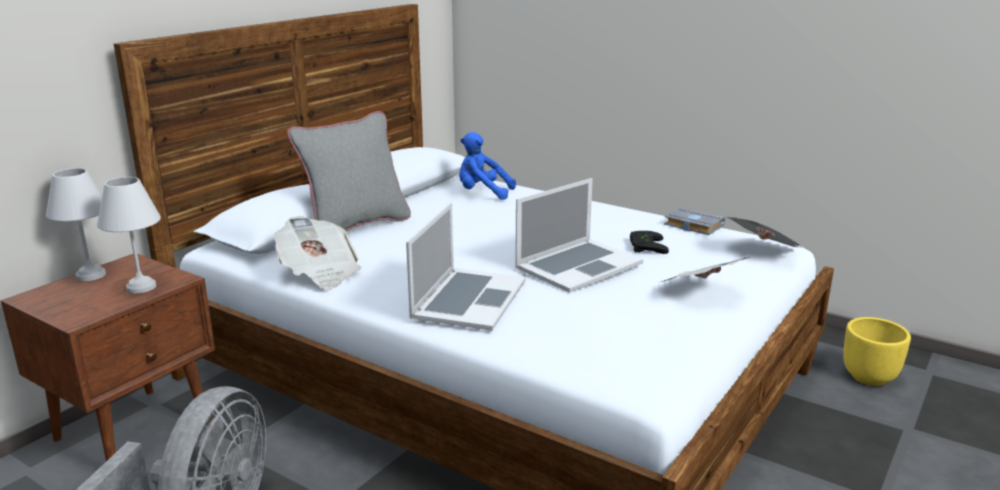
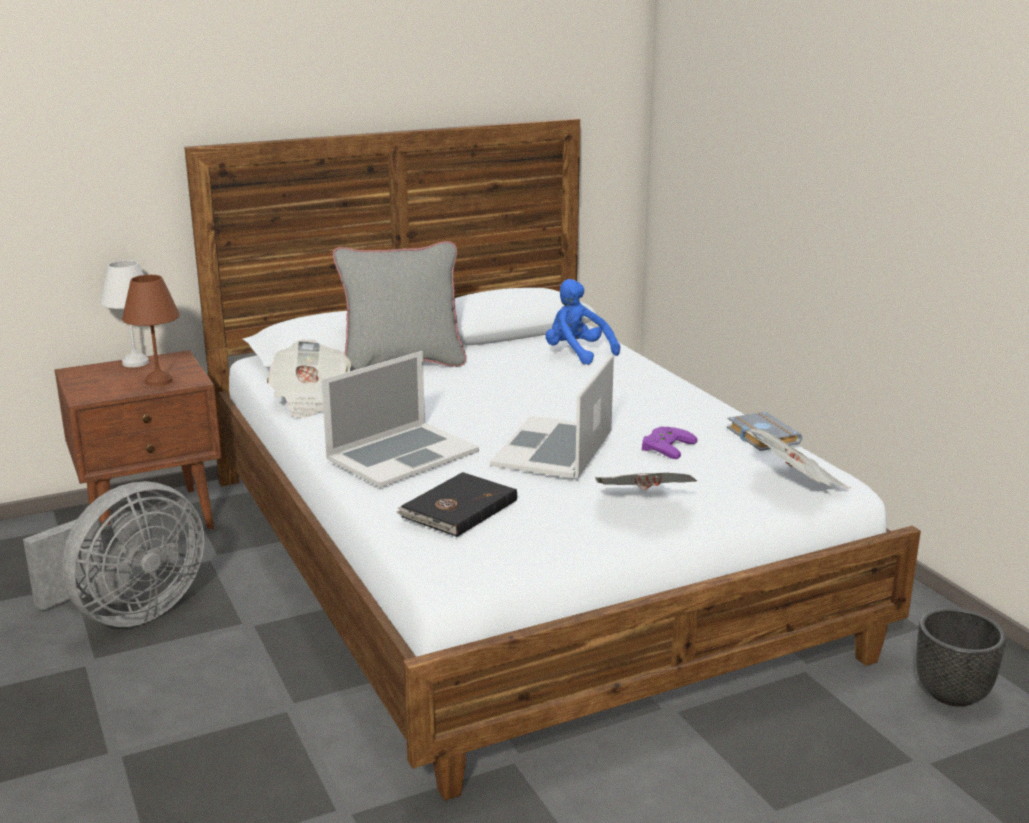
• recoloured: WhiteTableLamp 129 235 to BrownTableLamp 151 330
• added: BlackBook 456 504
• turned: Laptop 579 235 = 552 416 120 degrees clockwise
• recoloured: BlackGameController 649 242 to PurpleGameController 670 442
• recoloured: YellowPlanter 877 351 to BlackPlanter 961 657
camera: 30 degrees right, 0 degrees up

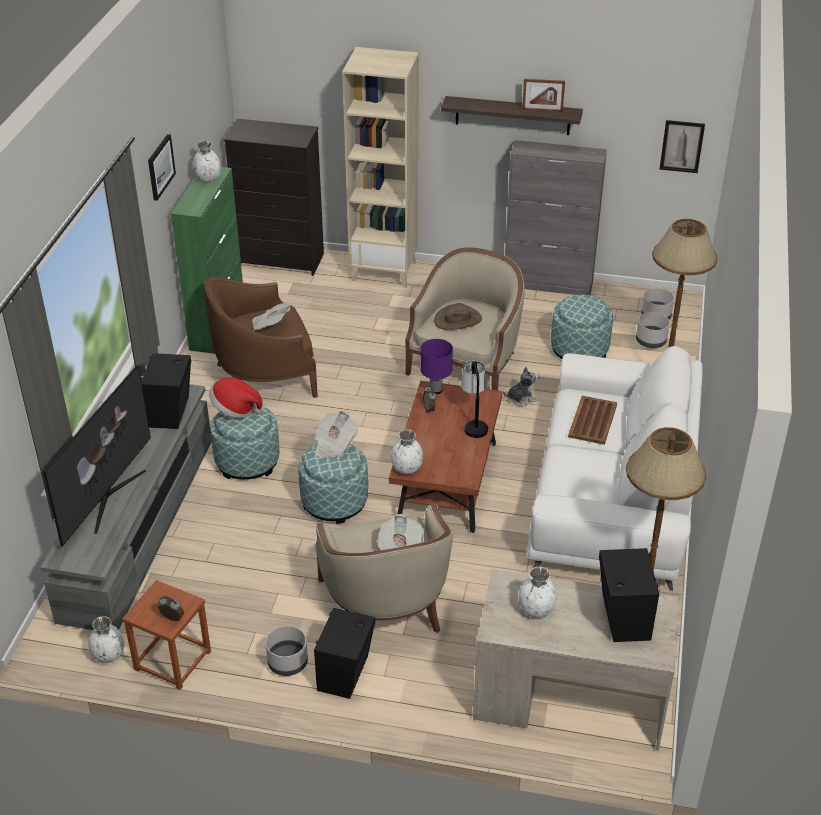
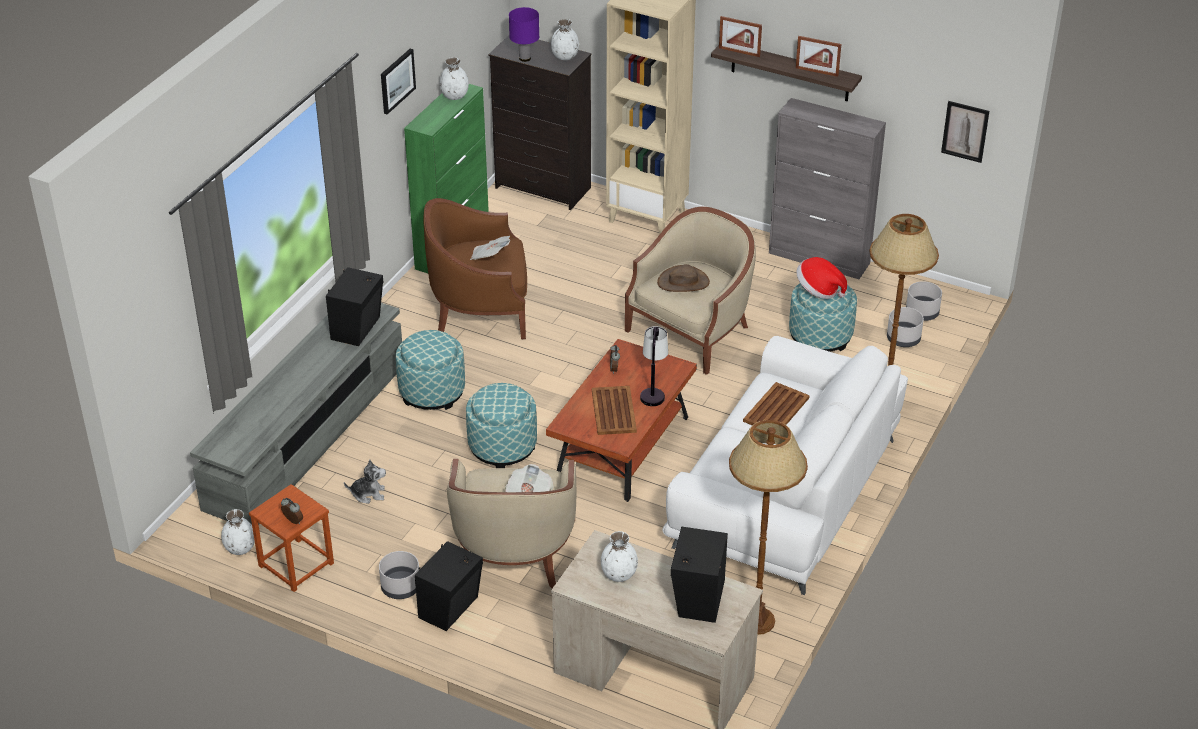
• moved: PlushToy 521 386 to 365 482
• moved: PurpleTableLamp 436 366 to 524 34
• moved: WhiteVase 407 452 to 565 39
• added: BrownTray 614 410
• added: PictureFrame 740 36
• moved: Hat 235 397 to 822 278
• removed: Television 97 456
• removed: Newspaper 336 434
camera: 15 degrees right, 0 degrees up

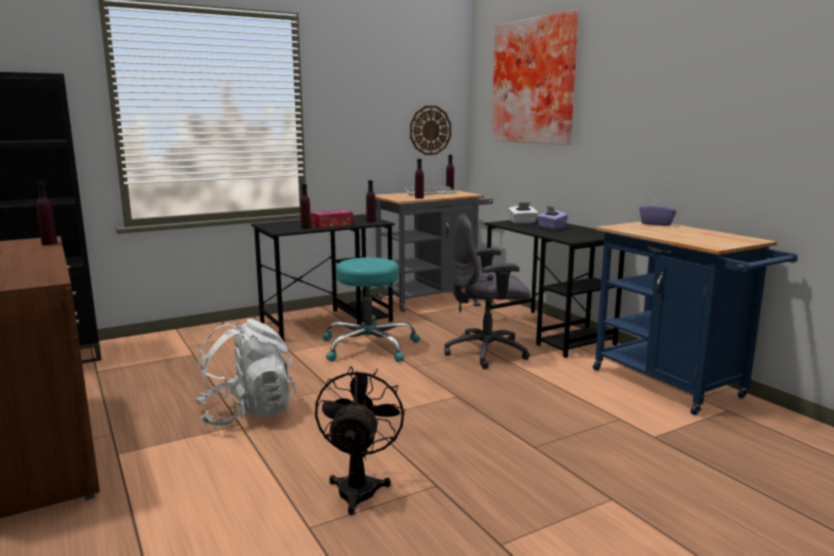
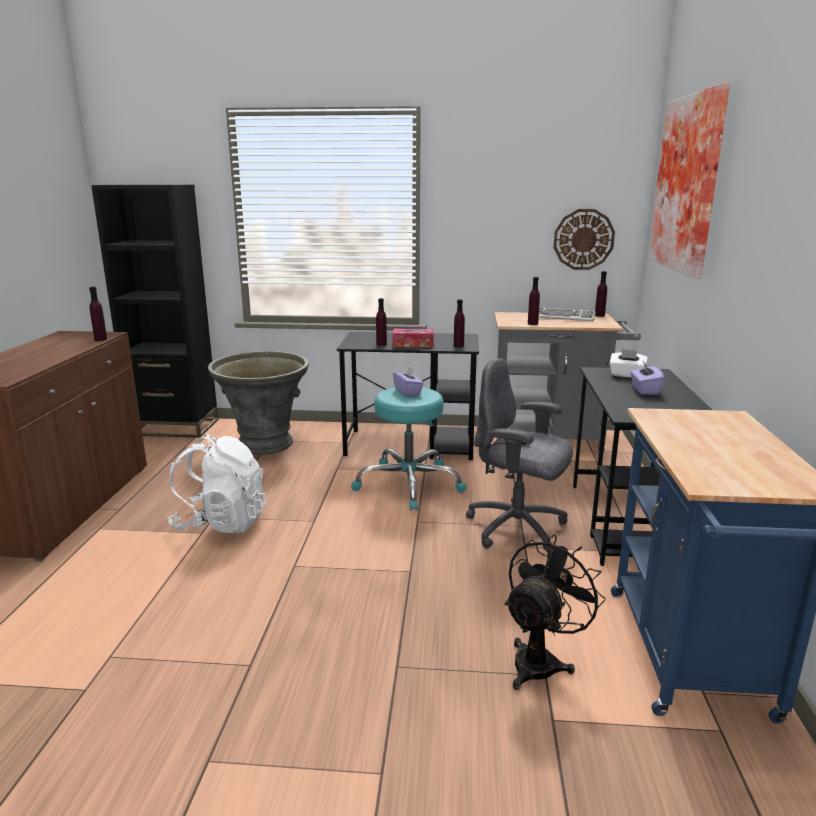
• added: GreyPlanter 258 403
• moved: PurpleTissueBox 657 212 to 408 382
• moved: BlackFan 360 440 to 555 612
camera: 35 degrees right, 5 degrees up

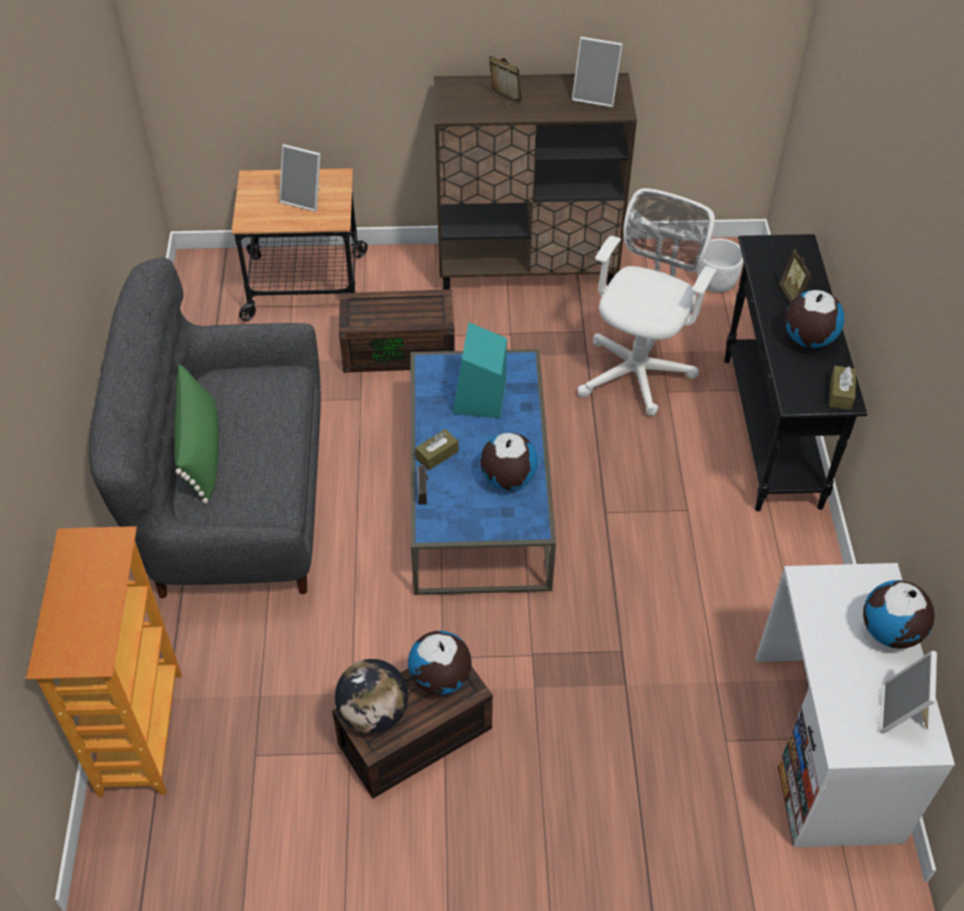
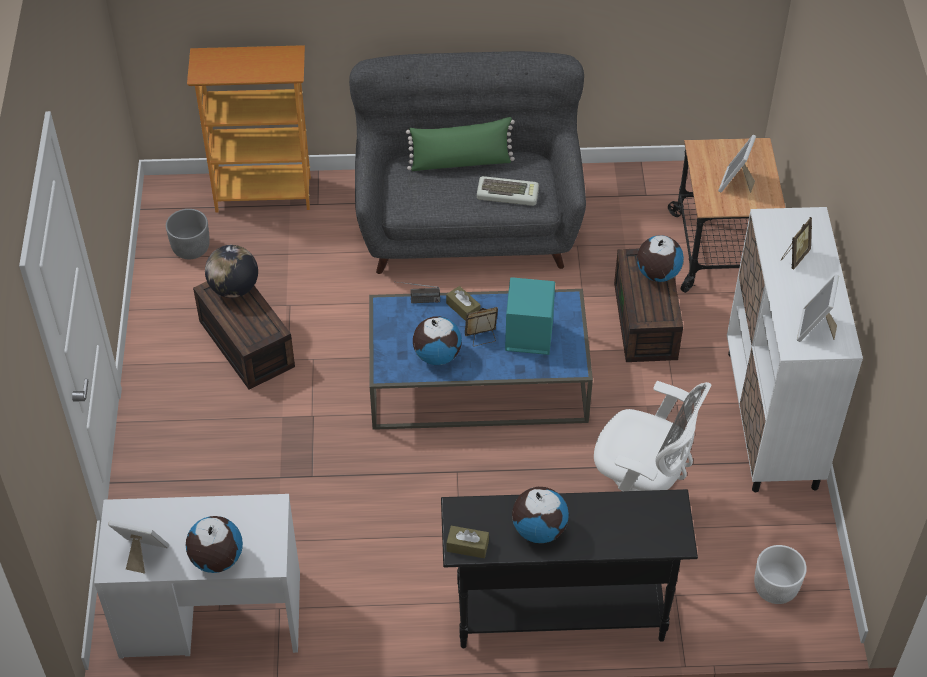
• added: GreyPlanter 188 234
• moved: PictureFrame 795 276 to 481 326
• added: Keyboard 508 191
• moved: Globe 440 663 to 660 258
• recoloured: BrownCabinet 535 181 to WhiteCabinet 795 349
camera: 90 degrees right, 0 degrees up

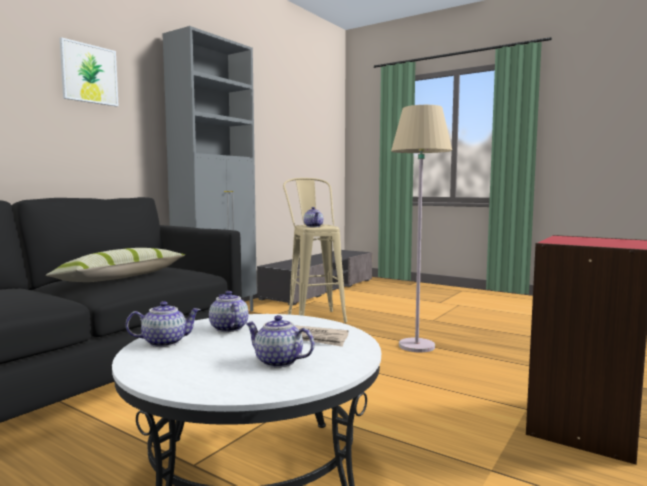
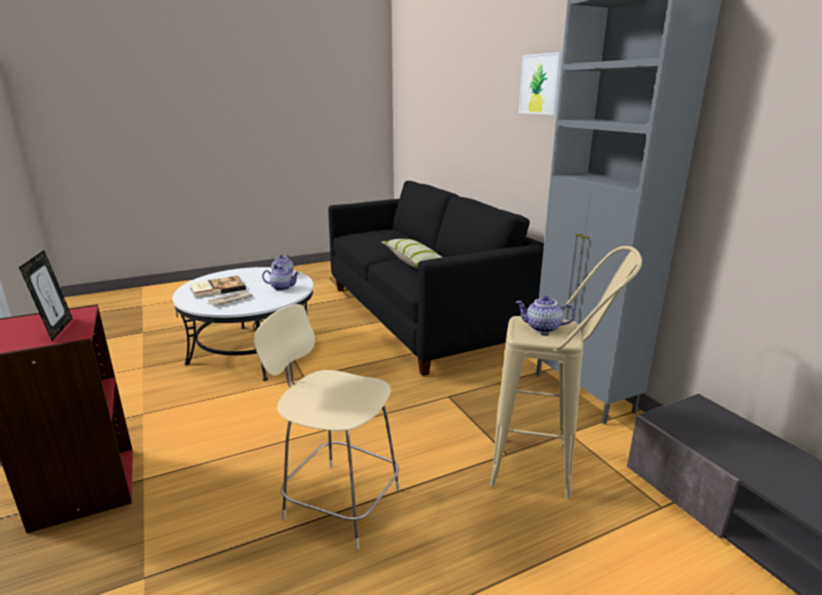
• added: PictureFrame 46 295
• replaced: Teapot 279 341 to Book 218 287
• replaced: BeigeFloorLamp 421 229 to BeigeStool 327 427
camera: 120 degrees right, 15 degrees up

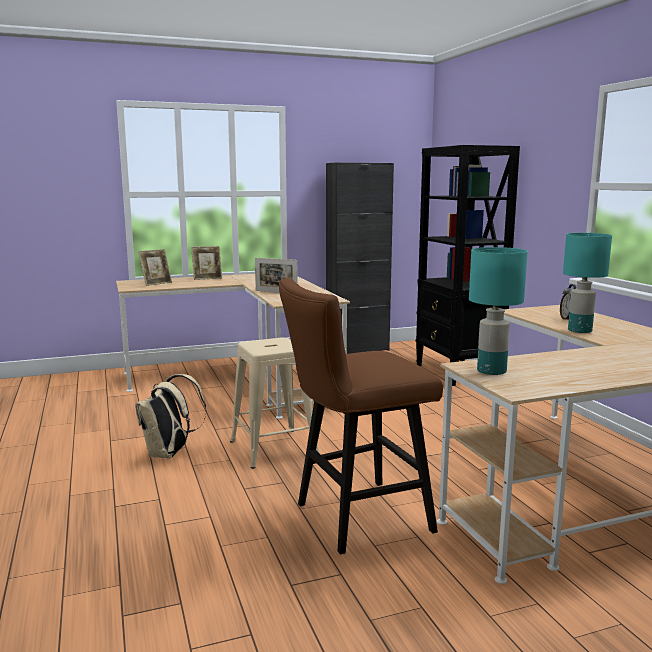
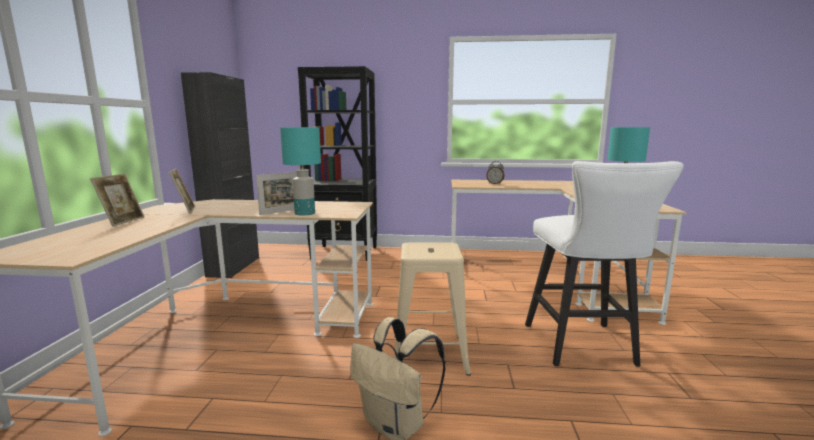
• moved: PictureFrame 155 267 to 182 191
• moved: TurquoiseTableLamp 587 283 to 300 171
• recoloured: BrownStool 361 416 to WhiteStool 604 264
camera: 65 degrees left, 0 degrees up

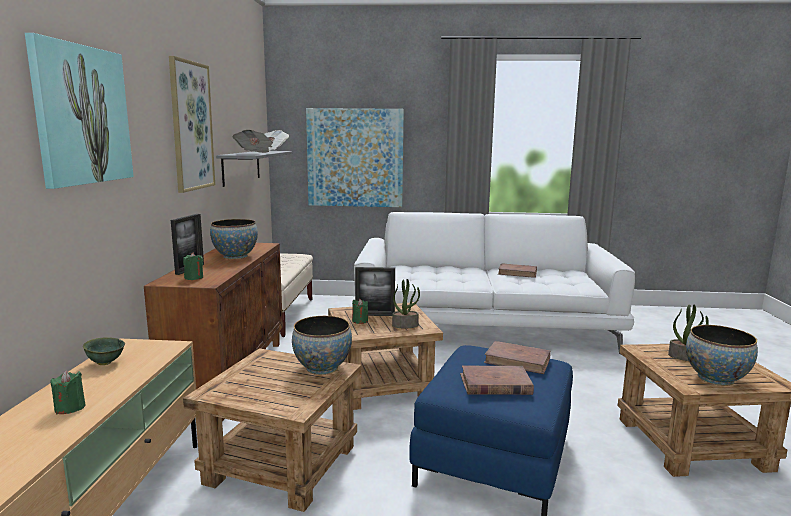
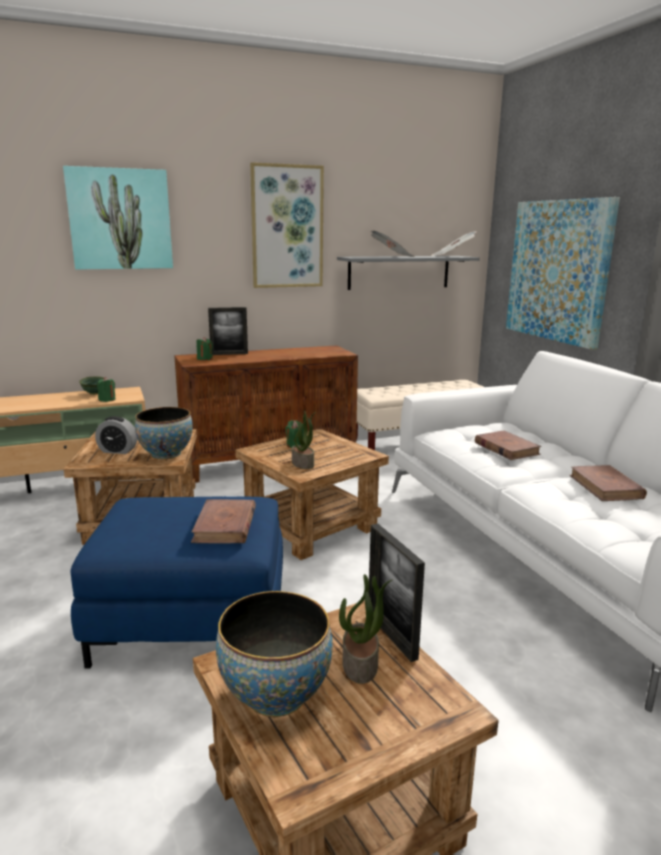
• added: AlarmClock 116 435
• moved: GreenCandle 68 392 to 106 389
• moved: PictureFrame 375 291 to 397 593
• moved: BrownBook 497 380 to 508 445
• removed: Bowl 234 239
camera: 65 degrees right, 5 degrees up

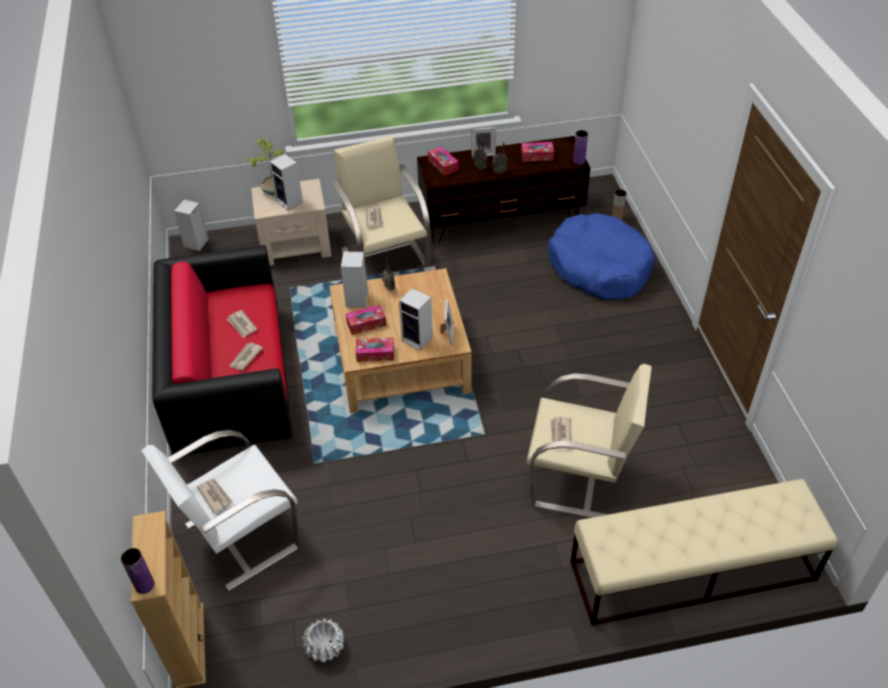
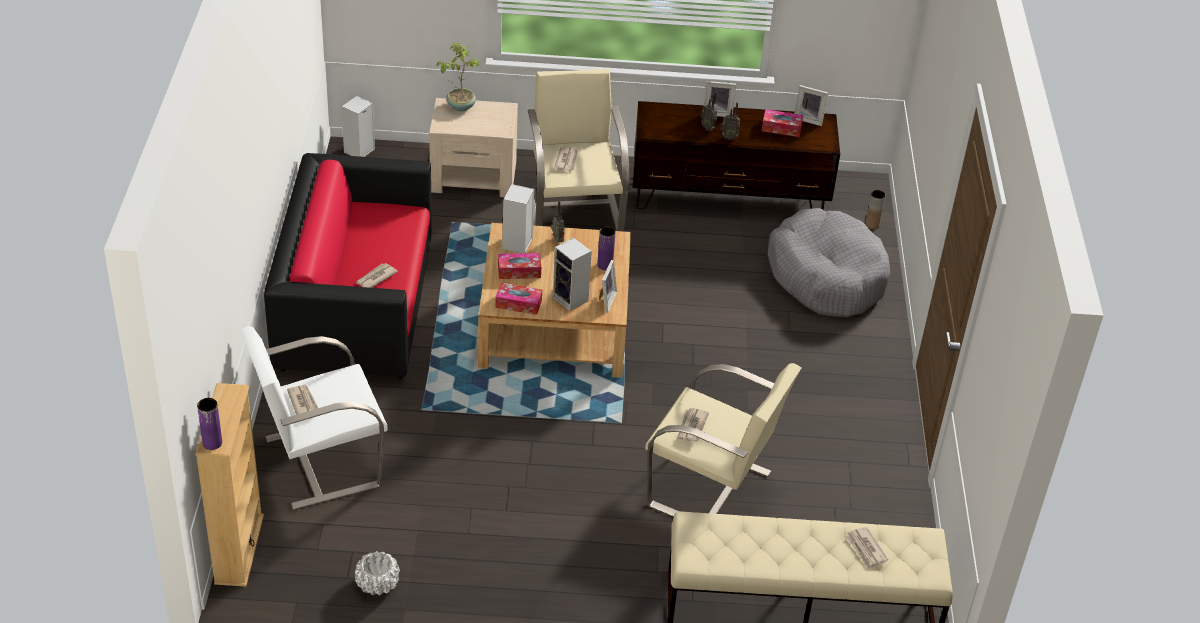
• moved: PurpleVase 580 147 to 606 248
• recoloured: BlueDogBed 601 256 to GreyDogBed 829 262
• added: PictureFrame 811 105
• moved: Newspaper 242 324 to 867 548
• removed: Speaker 286 182
• removed: TissueBox 443 161
camera: 10 degrees right, 5 degrees down

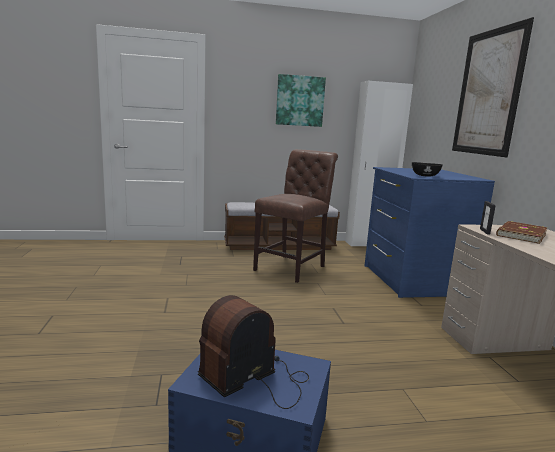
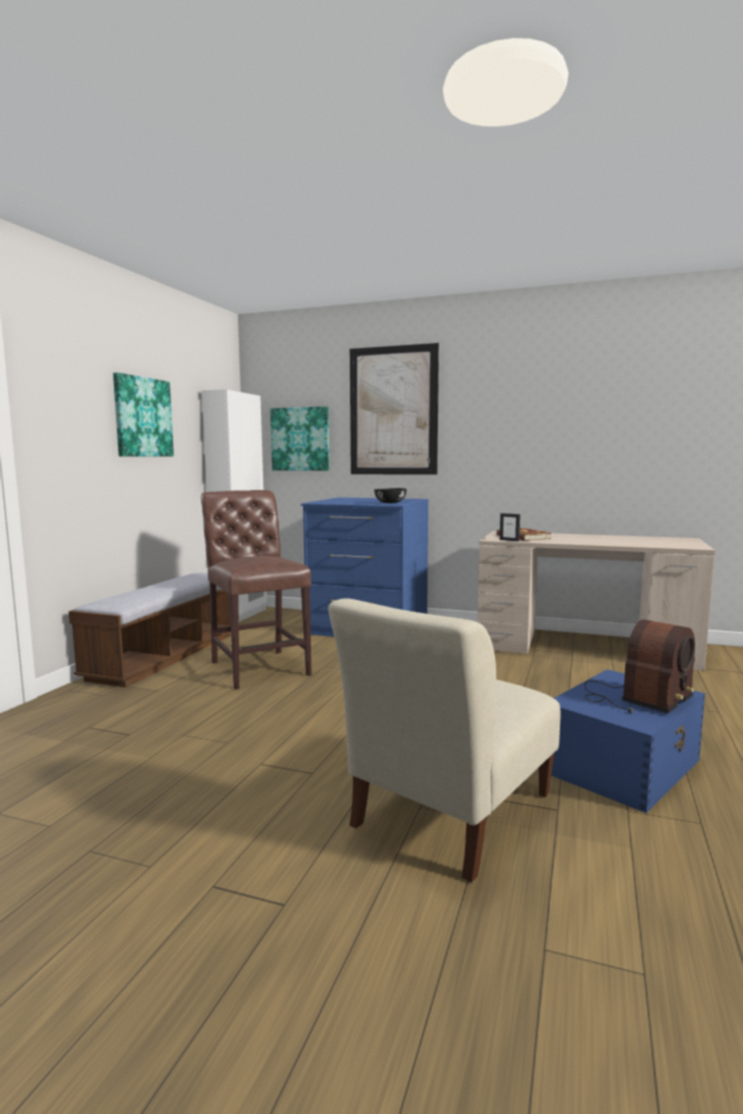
• added: Picture 299 438
• added: BeigeChair 444 740
• turned: Radio 253 352 = 639 666 120 degrees counterclockwise
camera: 60 degrees left, 5 degrees down

